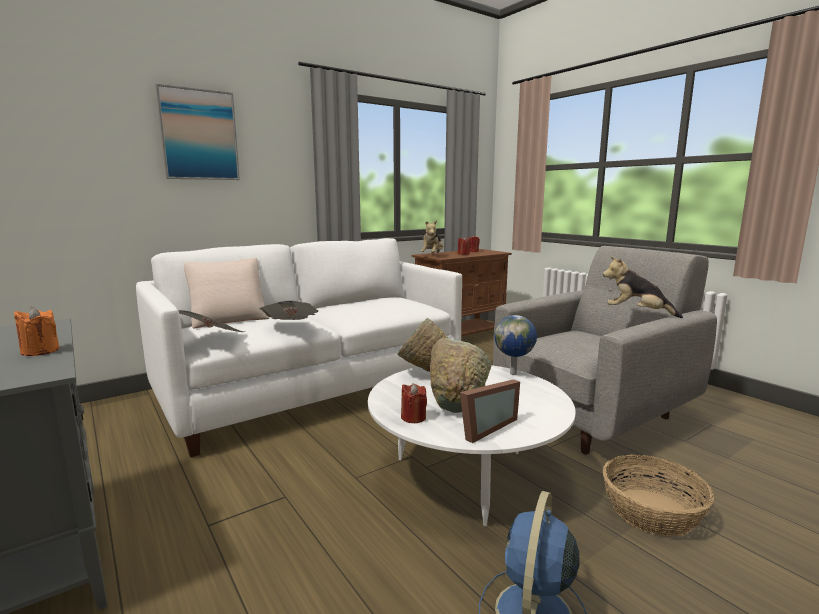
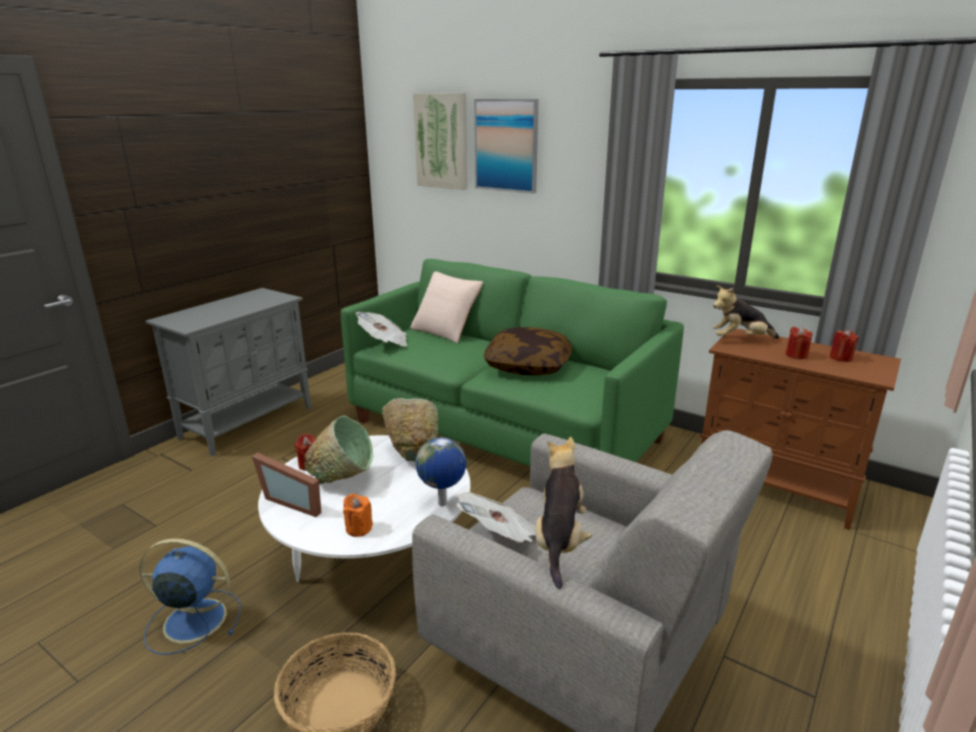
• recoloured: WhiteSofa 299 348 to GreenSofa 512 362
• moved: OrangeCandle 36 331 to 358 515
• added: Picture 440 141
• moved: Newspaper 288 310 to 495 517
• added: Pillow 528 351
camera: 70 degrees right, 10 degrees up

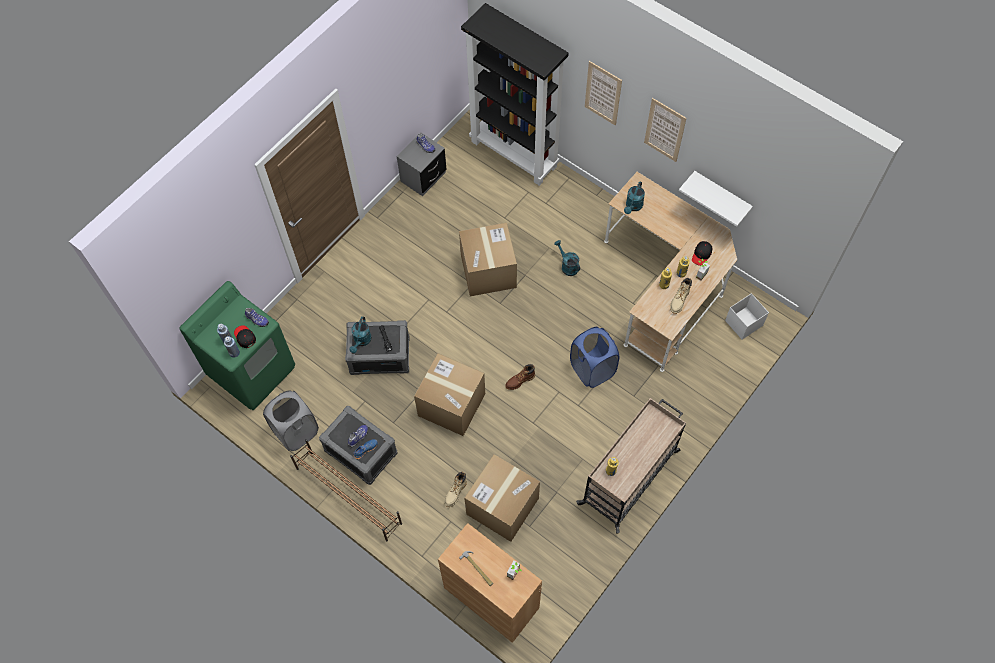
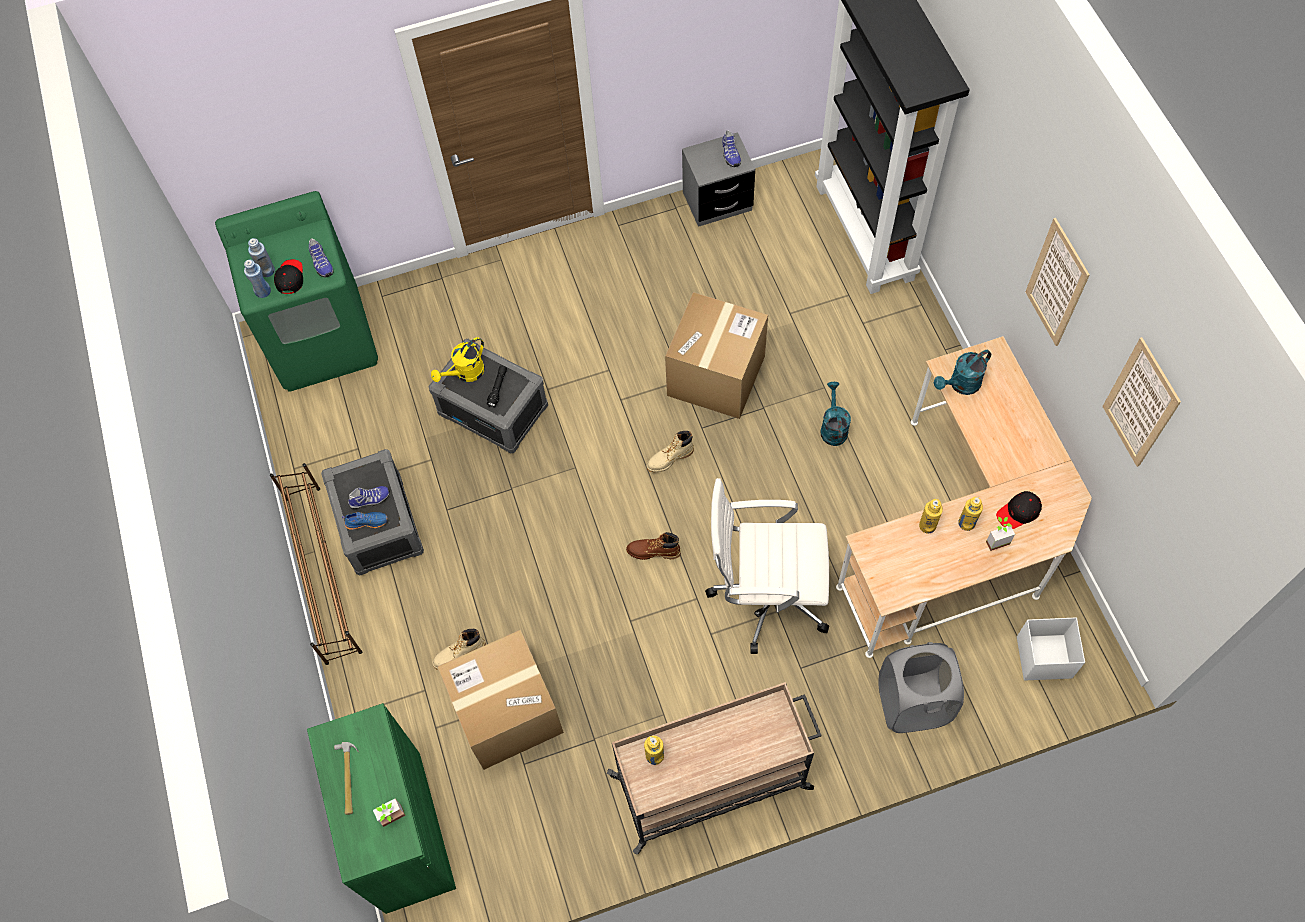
• recoloured: BrownCabinet 490 583 to GreenCabinet 381 808
• recoloured: TurquoiseWateringCan 360 334 to YellowWateringCan 458 359
• moved: BeigeBoot 681 296 to 670 452
• replaced: BlueLaundryBasket 594 357 to WhiteOfficeChair 767 566
• moved: GreyLaundryBasket 291 420 to 921 687
• moved: Picture 603 93 to 1141 402
• removed: CardboardBox 449 394
• removed: WhiteShelf 716 199
camera: 35 degrees right, 0 degrees up

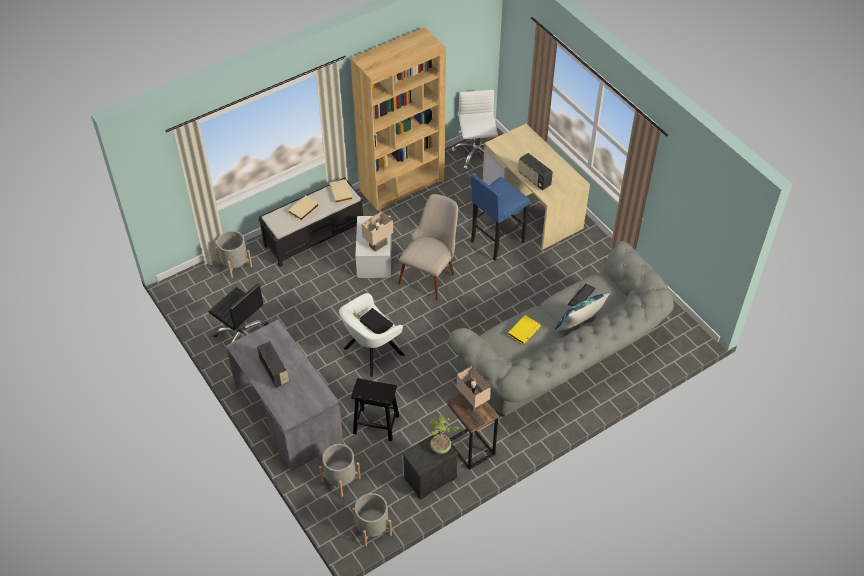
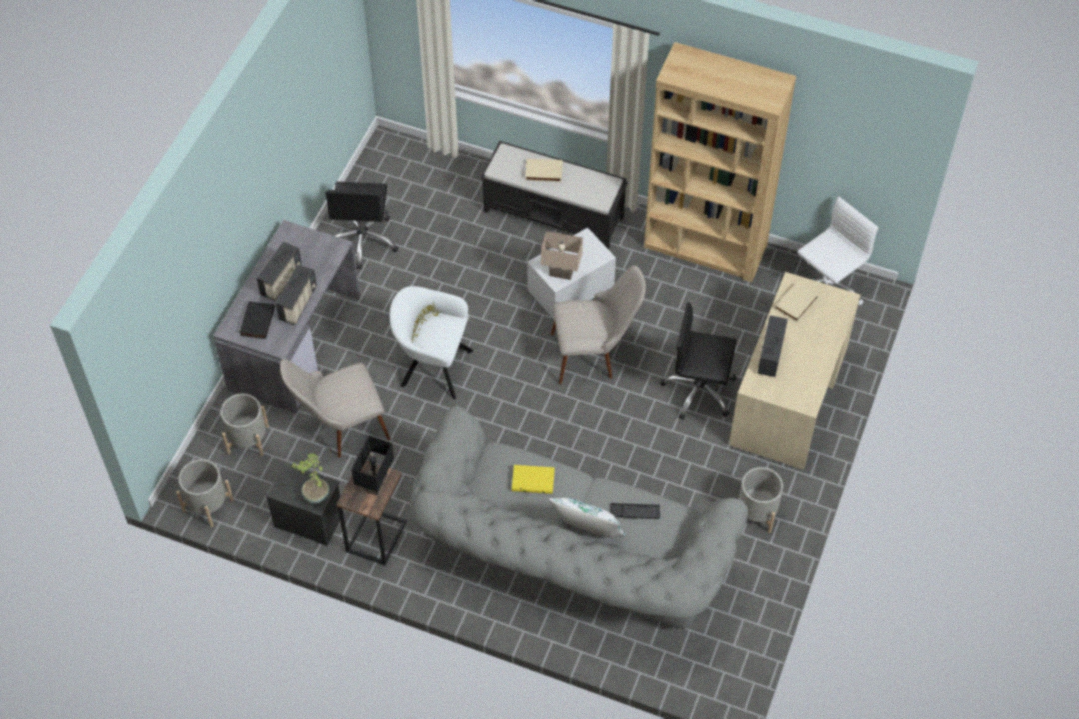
• moved: BlackBook 376 321 to 257 320
• added: Radio 296 295
• replaced: BlackStool 375 409 to BeigeChair 335 408
• recoloured: BeigeTableLamp 474 389 to BlackTableLamp 372 465
• recoloured: BluePillow 582 312 to WhitePillow 588 518
• replaced: BlueStool 500 217 to BlackOfficeChair 698 361
• moved: GreyPlanter 233 254 to 761 500
• moved: BeigeBook 341 191 to 797 302
camera: 55 degrees right, 5 degrees up

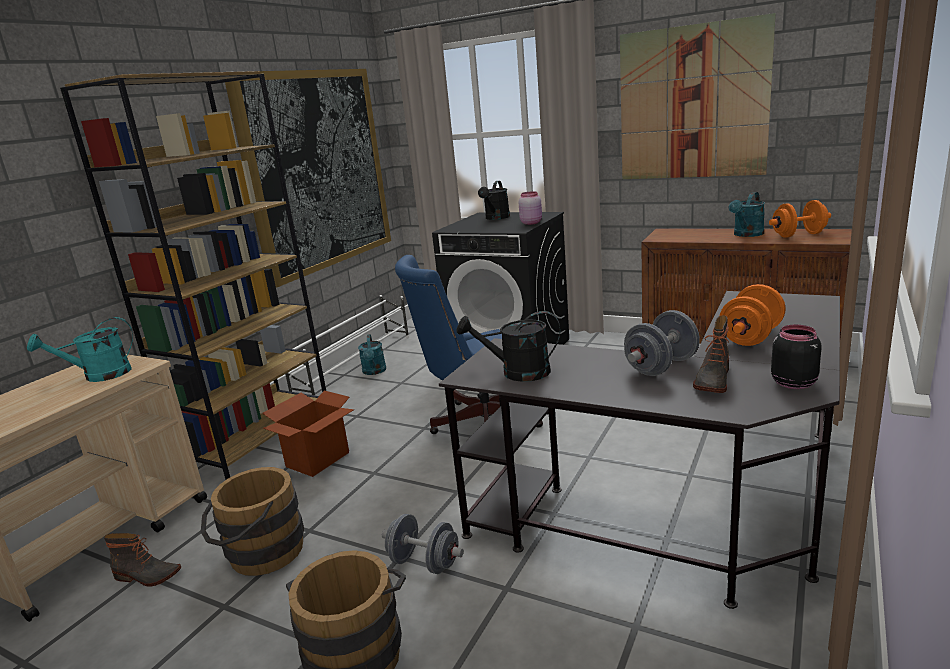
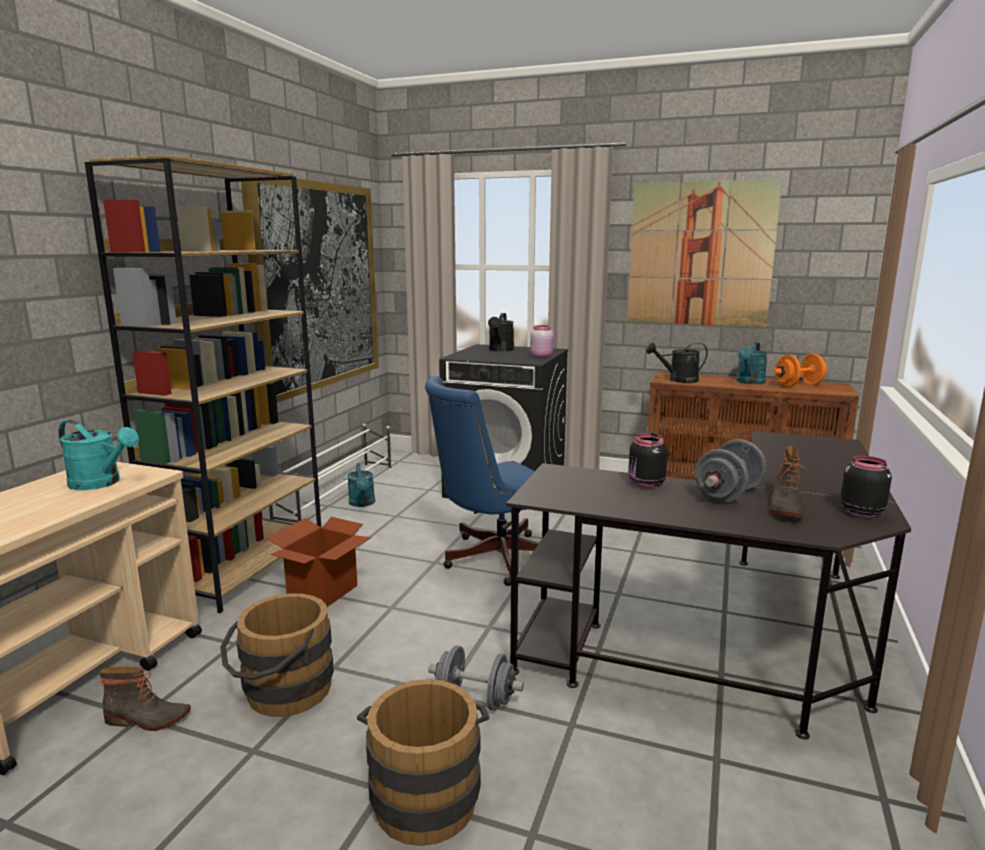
• turned: TurquoiseWateringCan 80 349 = 98 455 120 degrees counterclockwise
• added: BlackJar 648 460
• moved: BlackWateringCan 508 346 to 677 363
• removed: OrangeDumbbell 753 315
camera: 10 degrees left, 5 degrees down

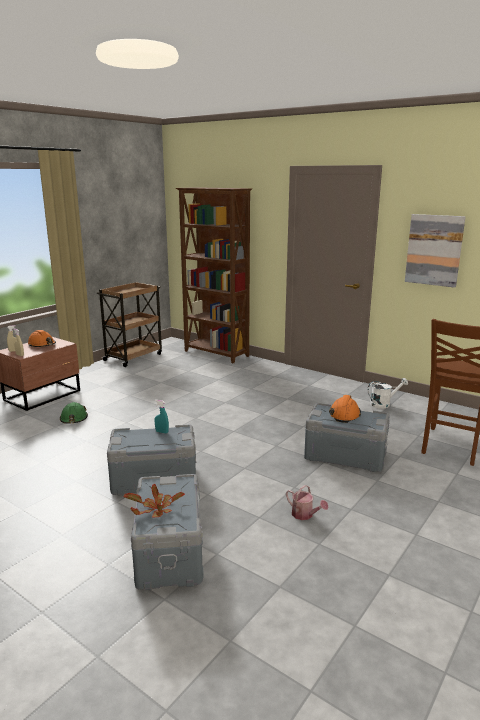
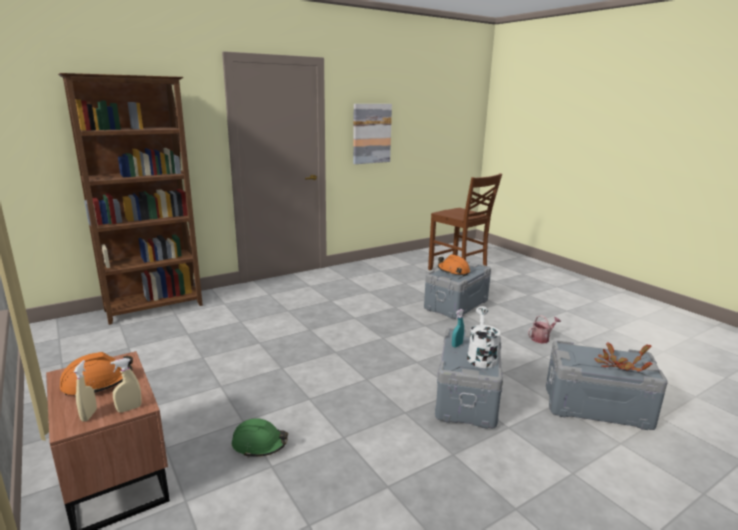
• moved: WhiteWateringCan 387 393 to 484 337
• removed: BrownCart 129 324
camera: 70 degrees left, 0 degrees up

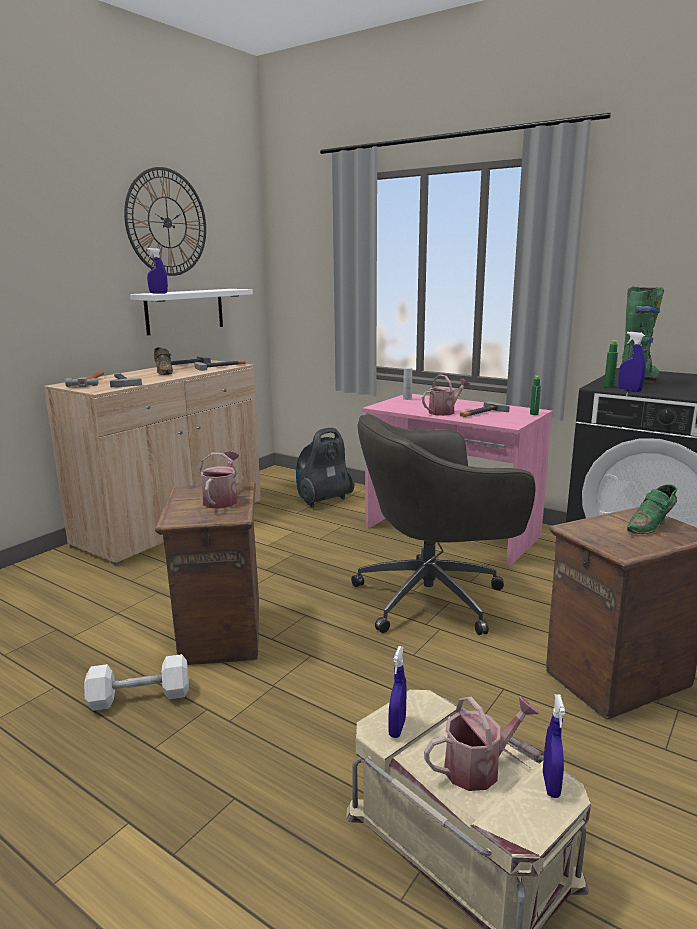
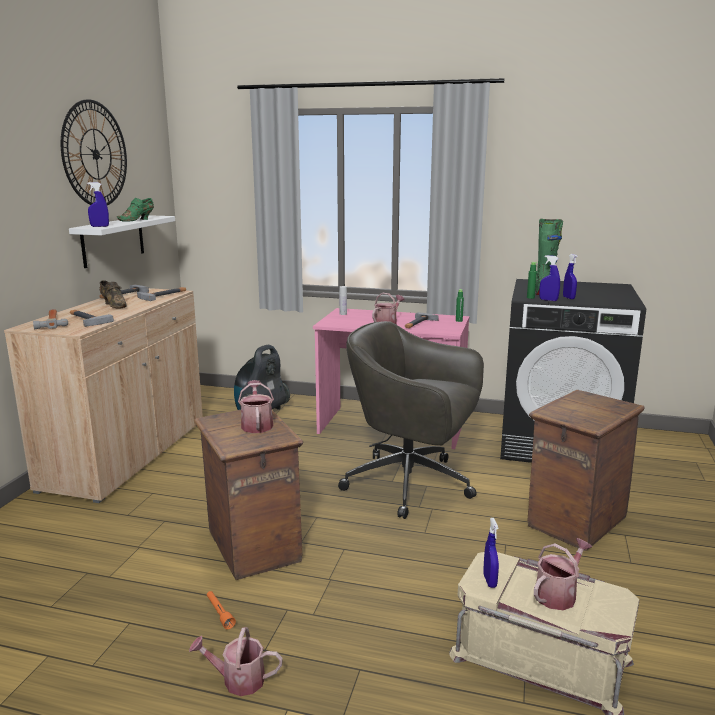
• moved: GreenShoe 652 509 to 135 210
• added: WateringCan 236 661
• replaced: WhiteDumbbell 136 682 to OrangeFlashlight 221 610
• turned: GreyOfficeChair 443 524 = 411 420 60 degrees clockwise
• moved: BlueSprayBottle 554 746 to 570 276
camera: 20 degrees left, 0 degrees up

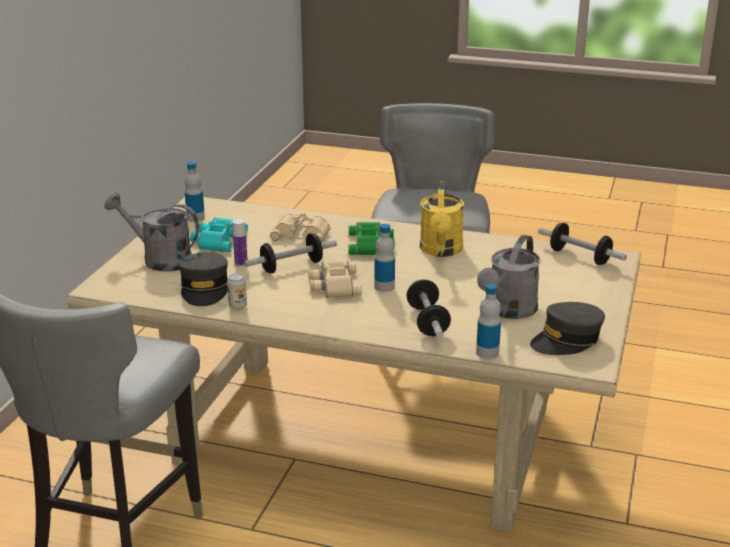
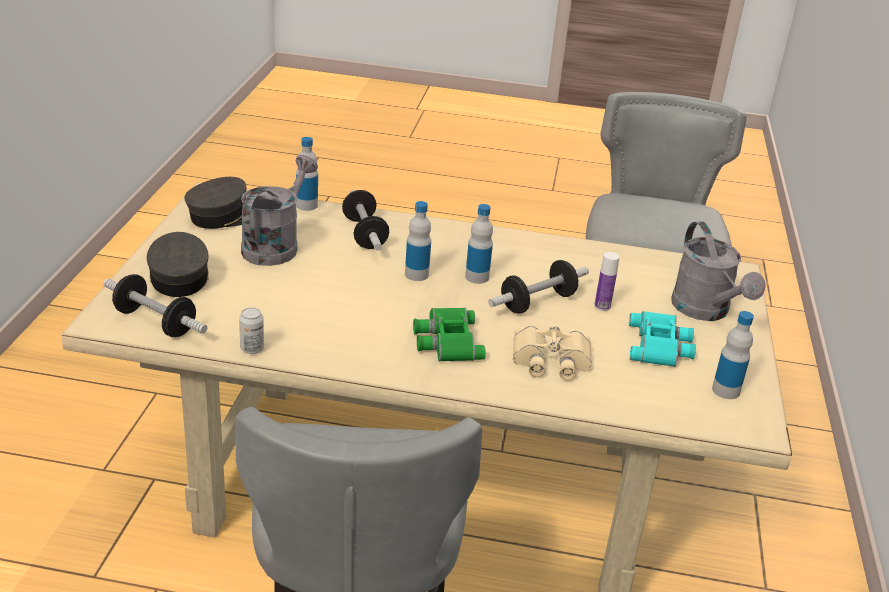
• moved: GreyCap 203 279 to 178 264
• moved: Can 237 291 to 251 330
• replaced: BeigeBinoculars 334 279 to Bottle 479 244
• turned: GreyWateringCan 151 232 = 718 271 60 degrees clockwise
• removed: YellowWateringCan 442 219
camera: 170 degrees right, 5 degrees up

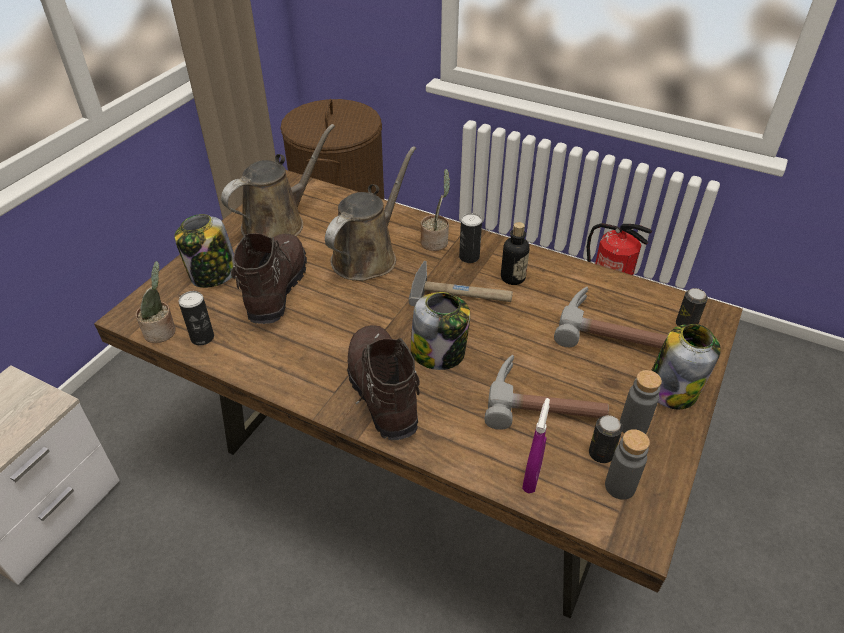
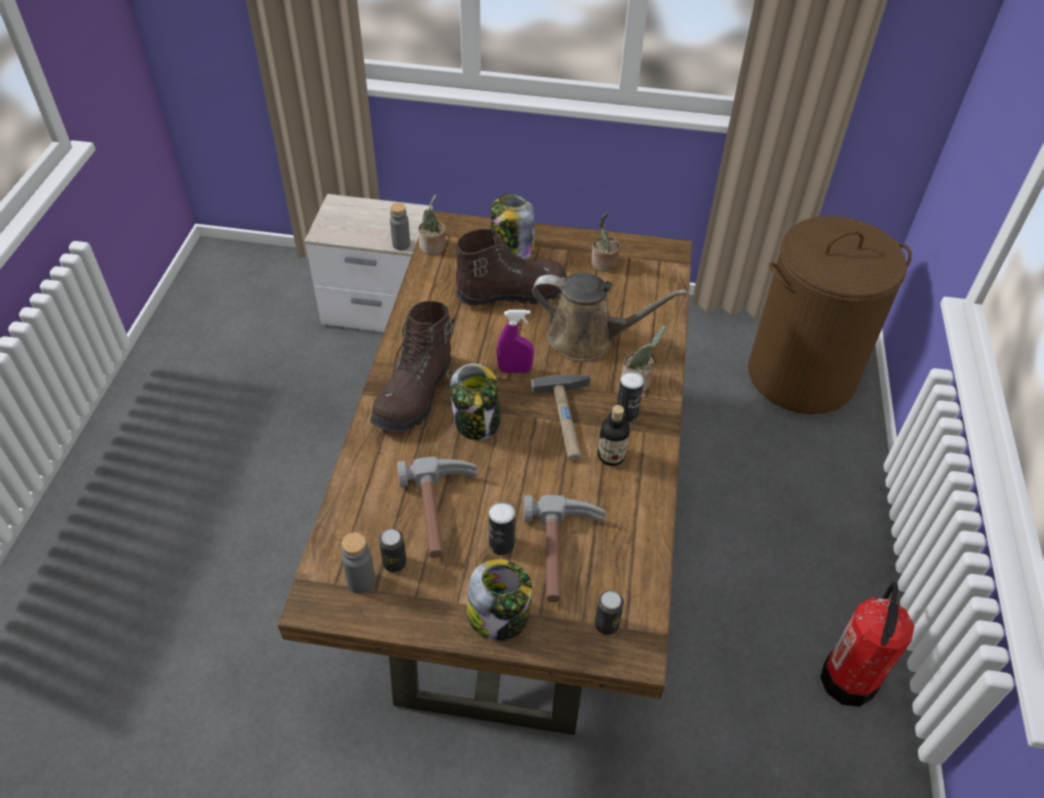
• turned: BrownBoot 383 382 = 412 366 150 degrees clockwise
• moved: GreyBottle 641 402 to 400 226
• moved: Can 196 318 to 502 528
• moved: PurpleSprayBottle 536 445 to 515 341
• replaced: BrownWateringCan 278 181 to PottedPlant 605 242
camera: 70 degrees right, 5 degrees up

